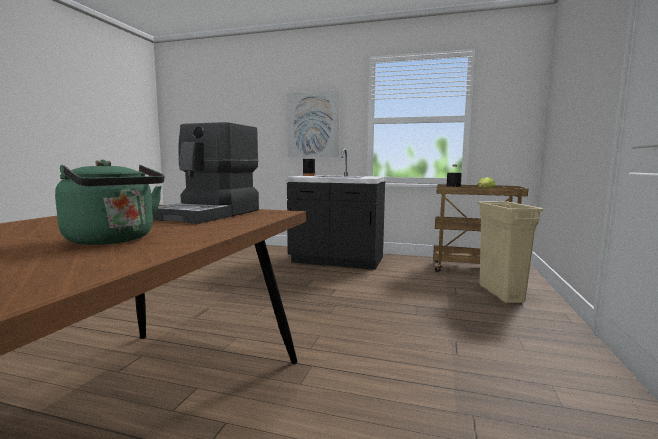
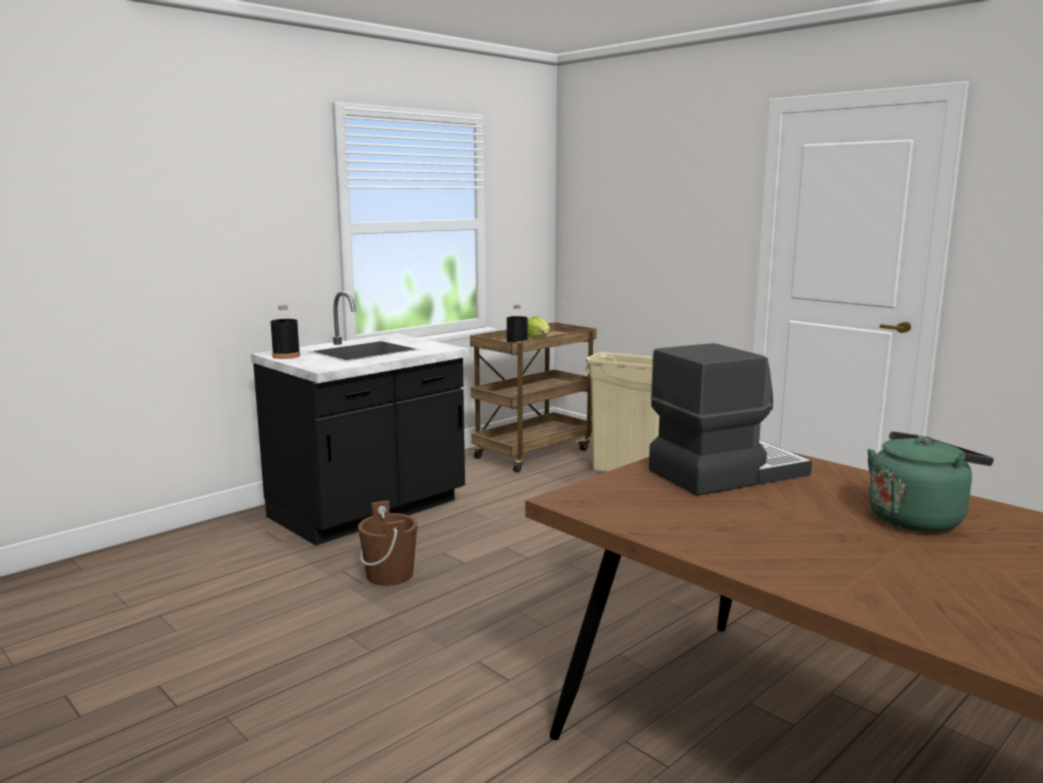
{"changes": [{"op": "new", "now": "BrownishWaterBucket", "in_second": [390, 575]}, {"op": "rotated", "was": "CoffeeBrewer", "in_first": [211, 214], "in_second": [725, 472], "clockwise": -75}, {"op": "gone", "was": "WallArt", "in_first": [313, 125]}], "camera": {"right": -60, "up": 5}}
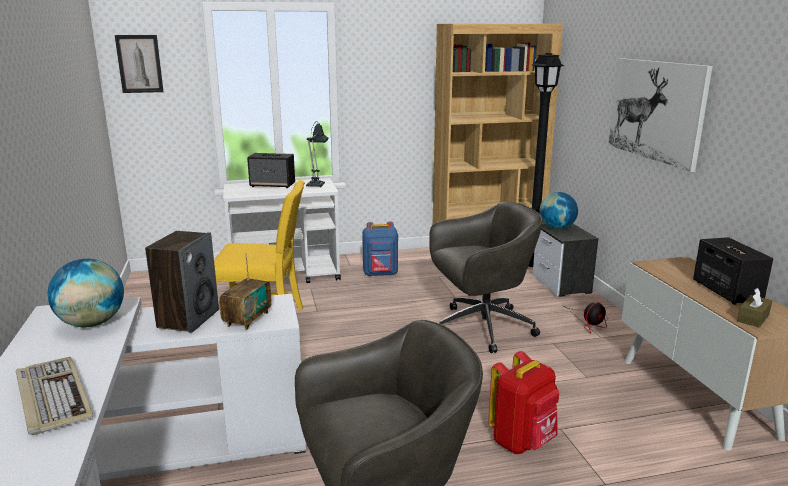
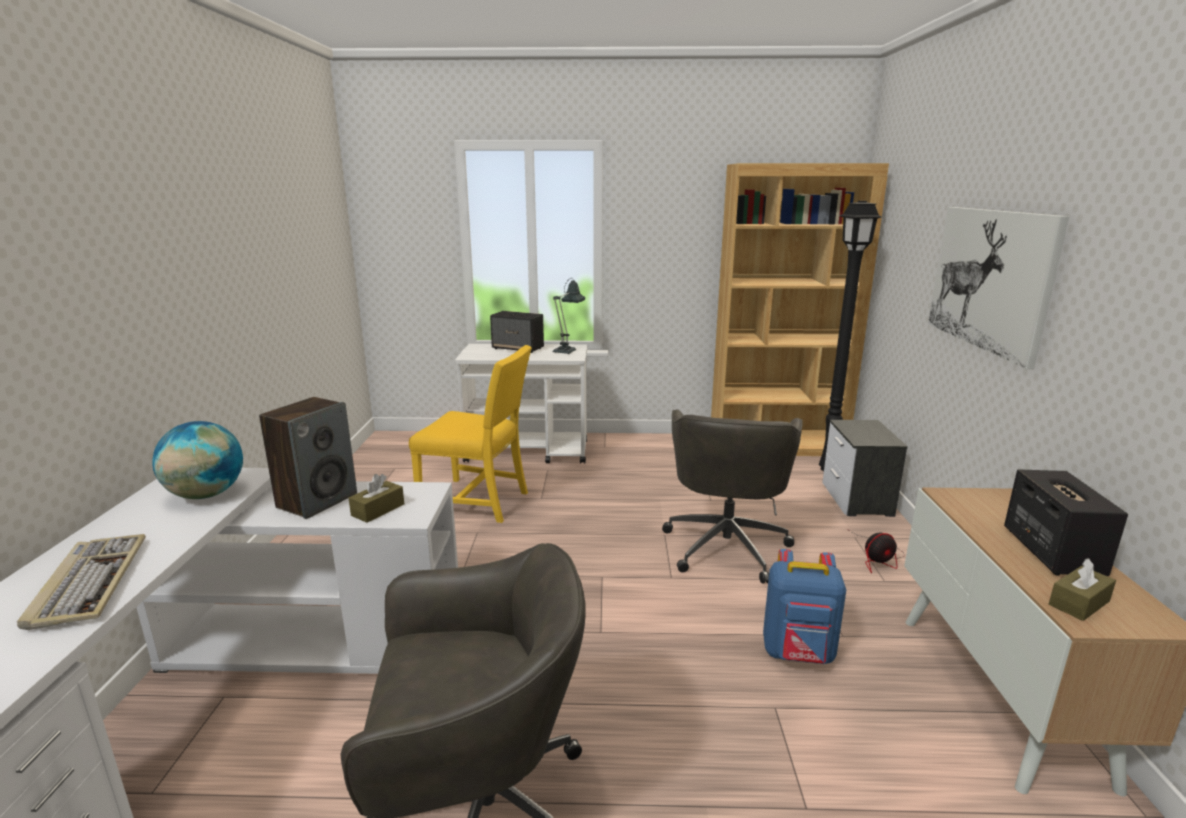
{"changes": [{"op": "swapped", "was": "Radio", "now": "BrownishTissueBox", "in_first": [247, 319], "in_second": [378, 510]}, {"op": "rotated", "was": "GreyishDeskChair", "in_first": [481, 328], "in_second": [726, 545], "clockwise": 105}, {"op": "shifted", "was": "BlueRucksack", "in_first": [380, 274], "in_second": [798, 654]}, {"op": "gone", "was": "WallArt", "in_first": [139, 64]}, {"op": "gone", "was": "RedRucksack", "in_first": [522, 442]}, {"op": "gone", "was": "WorldGlobe", "in_first": [557, 228]}], "camera": {"right": 15, "up": 0}}
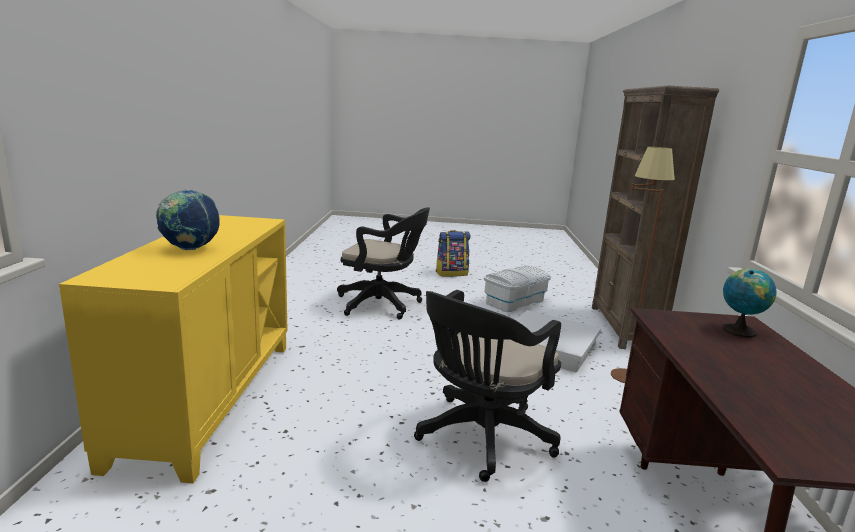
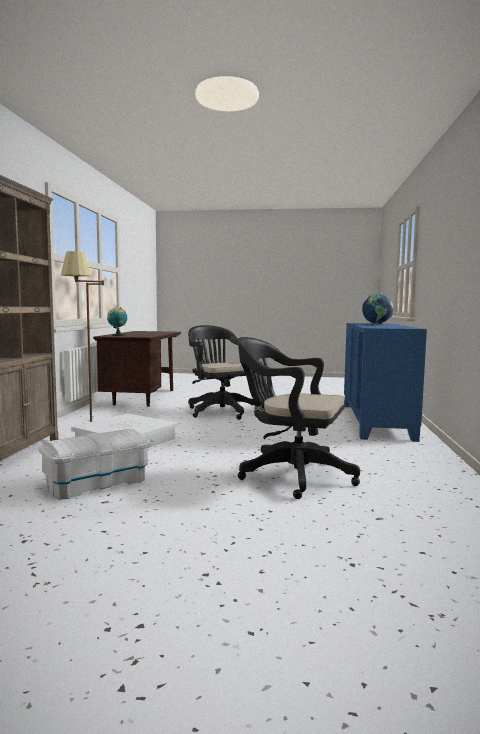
{"changes": [{"op": "rotated", "was": "BlackColouredDeskChair", "in_first": [480, 439], "in_second": [220, 411], "clockwise": -75}, {"op": "repainted", "was": "YellowColouredCabinet", "now": "BlueCabinet", "in_first": [208, 398], "in_second": [376, 421]}, {"op": "gone", "was": "Rucksack", "in_first": [451, 273]}], "camera": {"right": -175, "up": -10}}
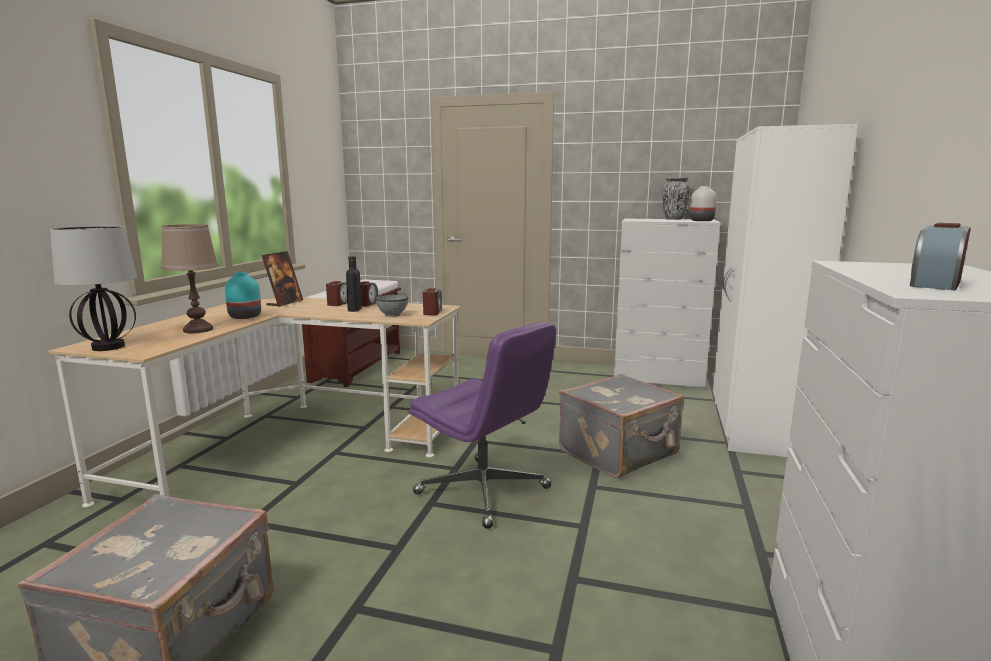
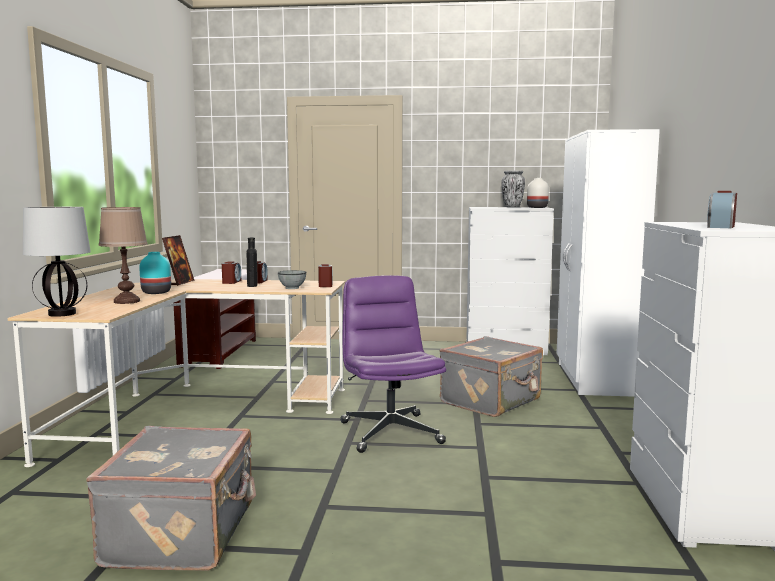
{"changes": [{"op": "rotated", "was": "PurpleDeskChair", "in_first": [484, 491], "in_second": [390, 432], "clockwise": -135}], "camera": {"right": -10, "up": -5}}
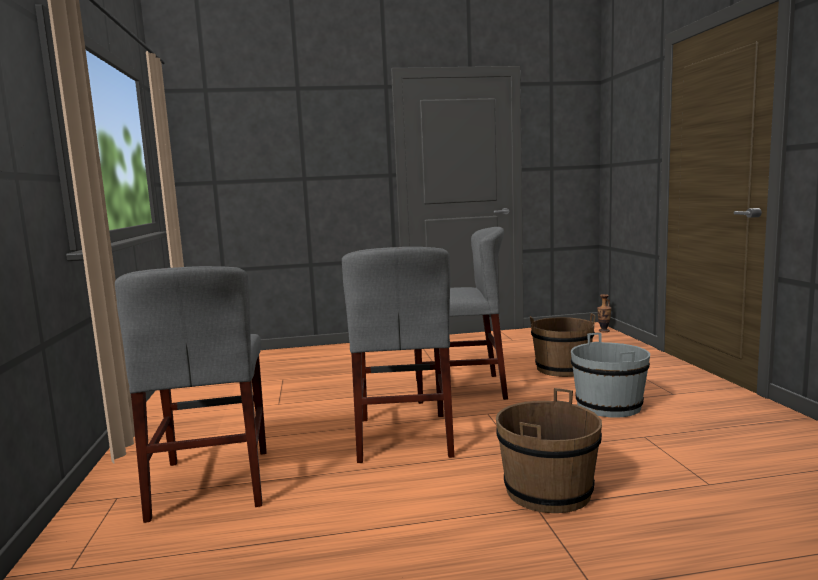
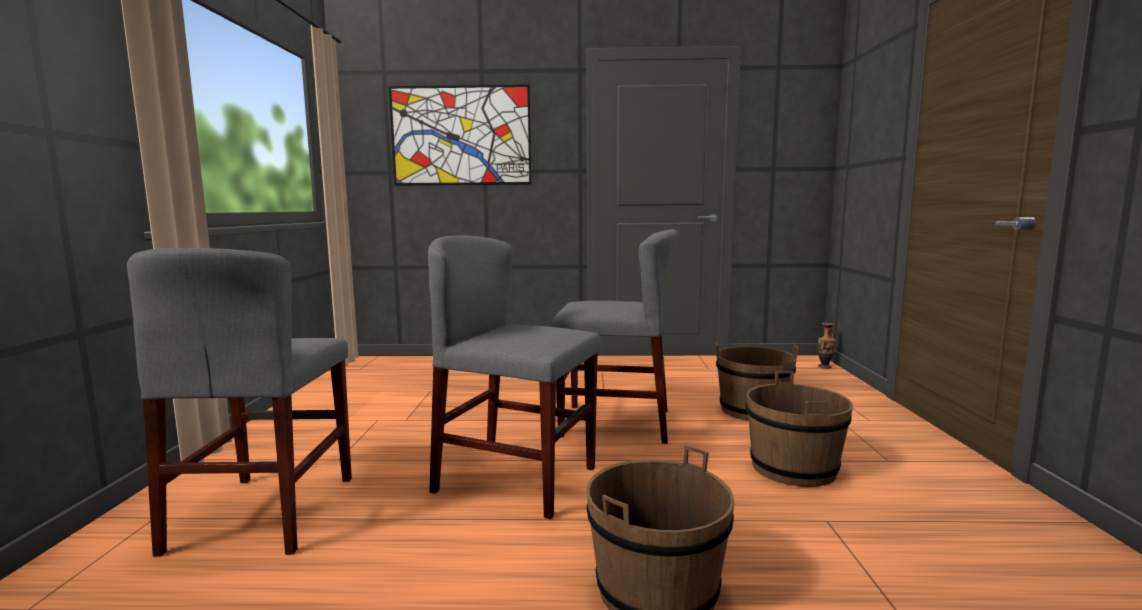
{"changes": [{"op": "new", "now": "WallArt", "in_second": [461, 136]}, {"op": "rotated", "was": "GreyishUprightChair", "in_first": [404, 436], "in_second": [516, 479], "clockwise": 105}, {"op": "repainted", "was": "GreyishWaterBucket", "now": "BrownishWaterBucket", "in_first": [609, 406], "in_second": [793, 468]}], "camera": {"right": 10, "up": 0}}
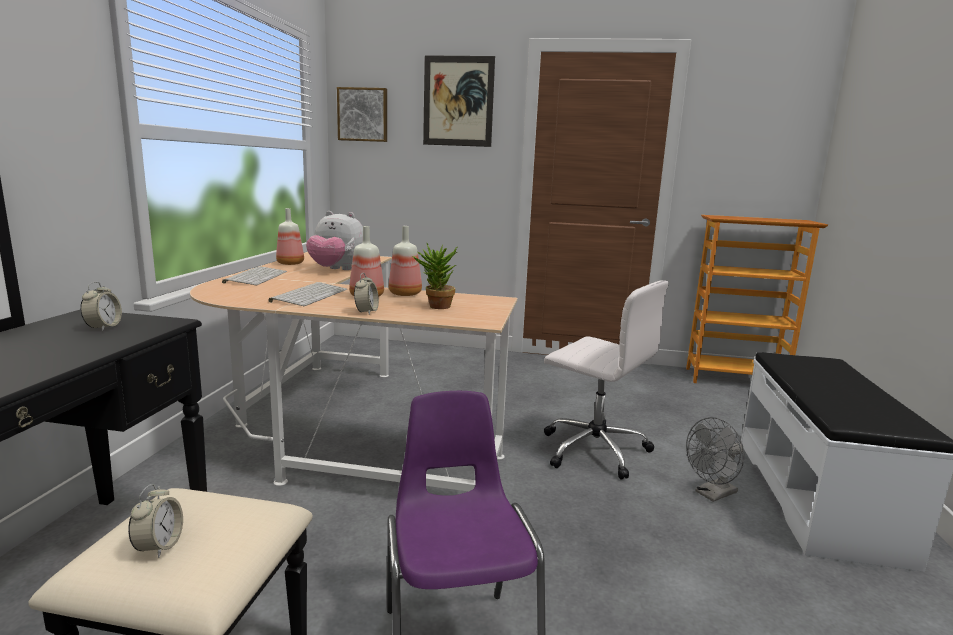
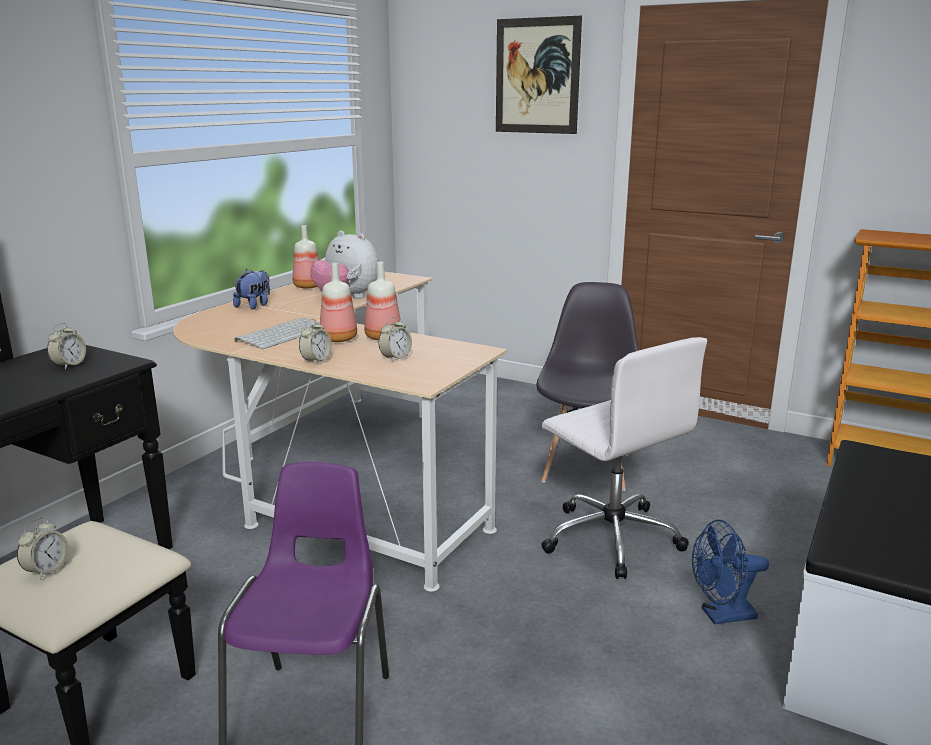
{"changes": [{"op": "swapped", "was": "Keyboard", "now": "CuddlyToy", "in_first": [255, 277], "in_second": [254, 305]}, {"op": "swapped", "was": "PottedPlant", "now": "BedsideClock", "in_first": [435, 307], "in_second": [395, 358]}, {"op": "new", "now": "GreyishUprightChair", "in_second": [586, 467]}, {"op": "repainted", "was": "GreyishFan", "now": "BlueFan", "in_first": [712, 494], "in_second": [721, 615]}, {"op": "gone", "was": "WallArt", "in_first": [363, 115]}], "camera": {"right": 20, "up": 5}}
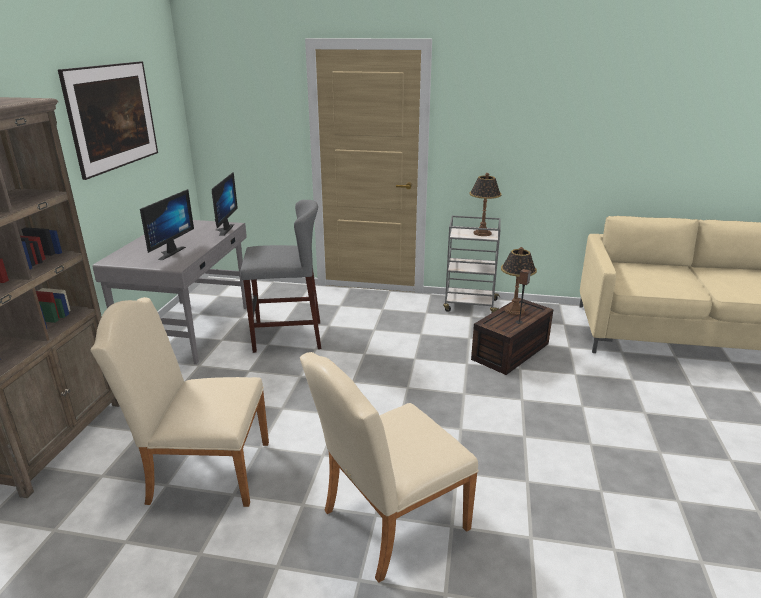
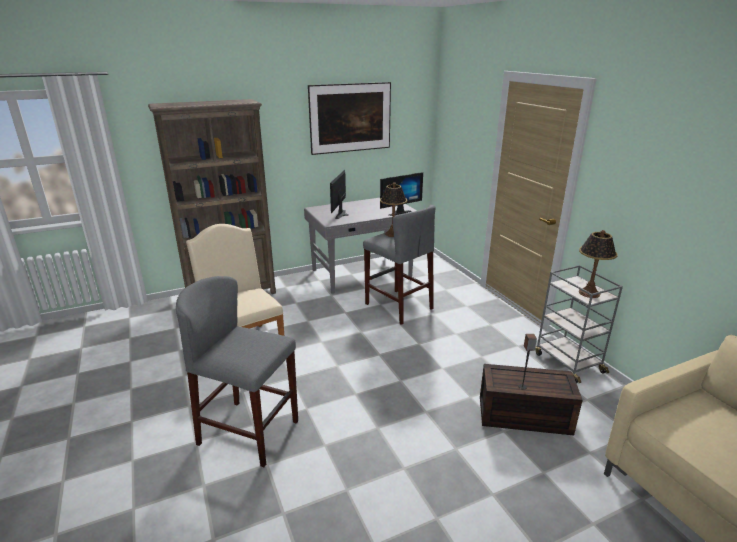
{"changes": [{"op": "swapped", "was": "SandColouredUprightChair", "now": "GreyishSittingStool", "in_first": [387, 523], "in_second": [249, 433]}, {"op": "rotated", "was": "ComputerDisplay", "in_first": [168, 252], "in_second": [343, 214], "clockwise": 120}, {"op": "shifted", "was": "TableLamp", "in_first": [514, 310], "in_second": [392, 234]}], "camera": {"right": 55, "up": 0}}
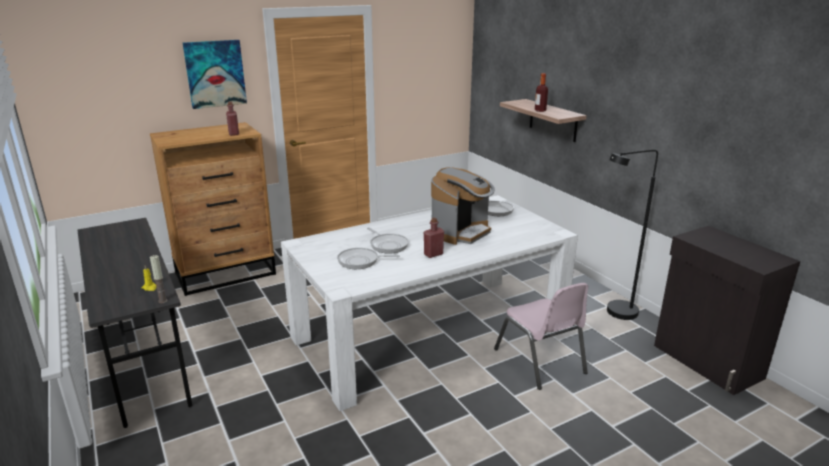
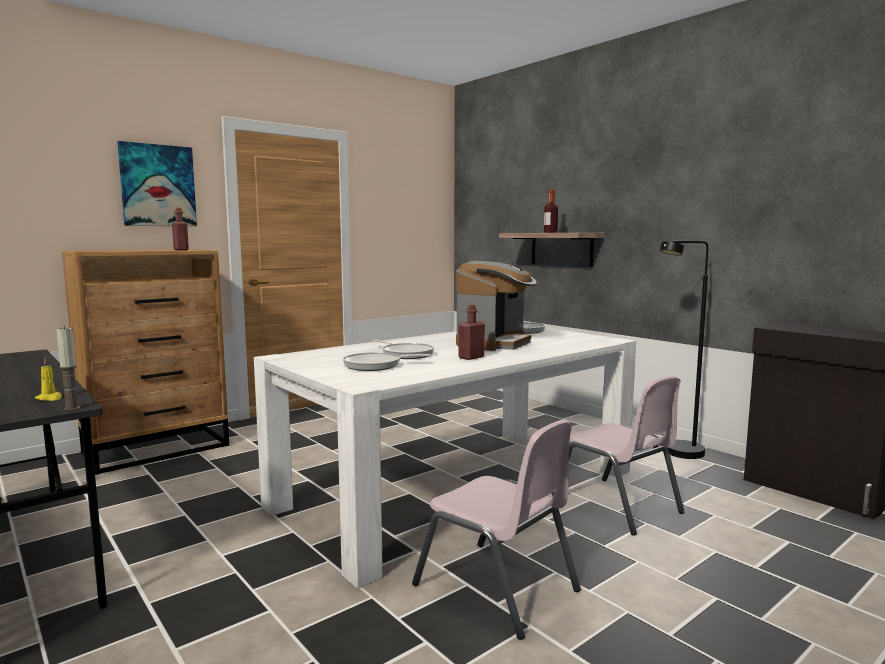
{"changes": [{"op": "new", "now": "PinkishUprightChair", "in_second": [497, 588]}], "camera": {"right": -10, "up": -15}}
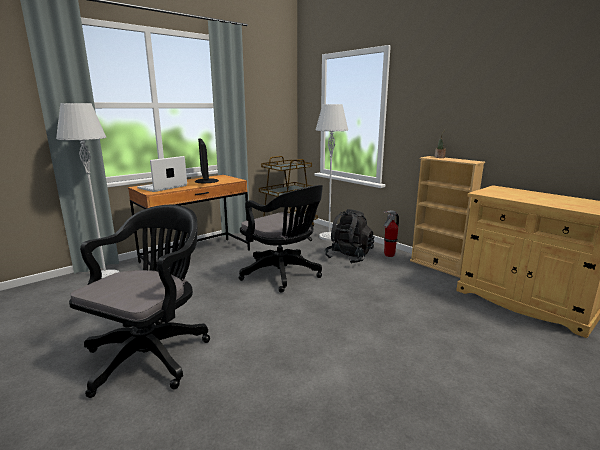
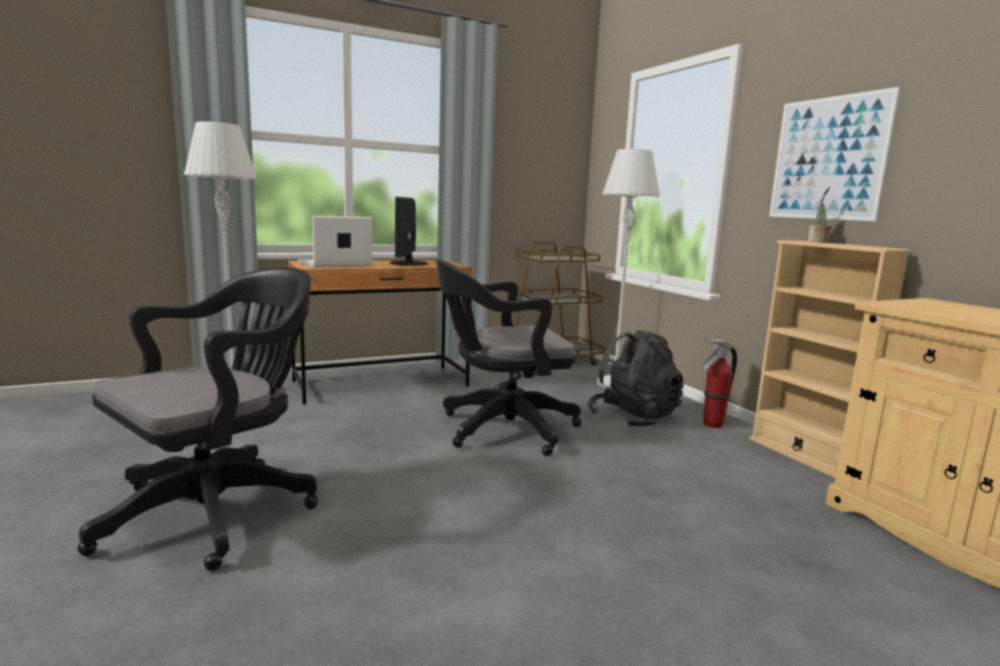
{"changes": [{"op": "rotated", "was": "BlackColouredDeskChair", "in_first": [283, 275], "in_second": [501, 429], "clockwise": 105}, {"op": "new", "now": "WallArt", "in_second": [828, 158]}], "camera": {"right": 15, "up": -5}}
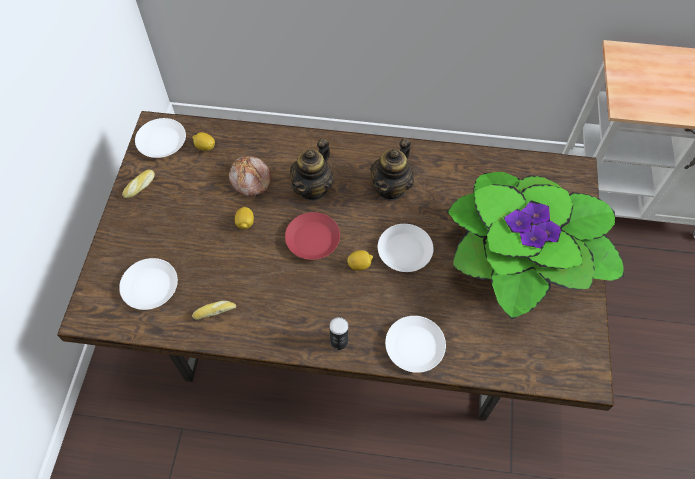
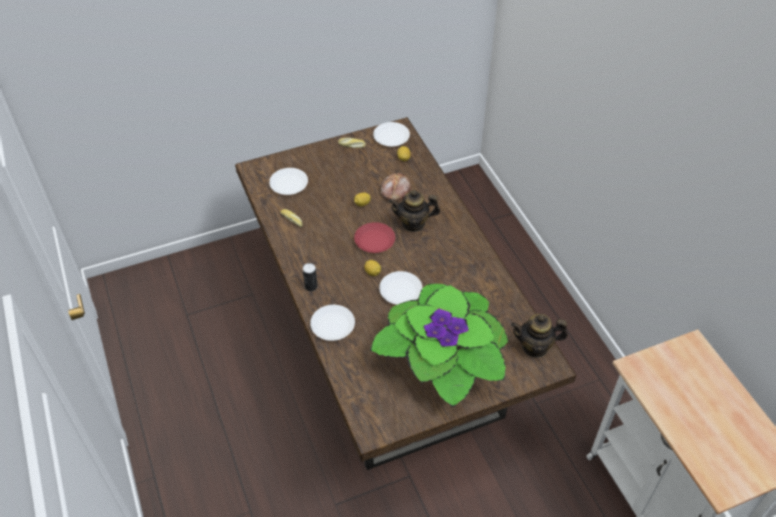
{"changes": [{"op": "shifted", "was": "Teapot", "in_first": [391, 188], "in_second": [535, 347]}], "camera": {"right": 60, "up": -10}}
